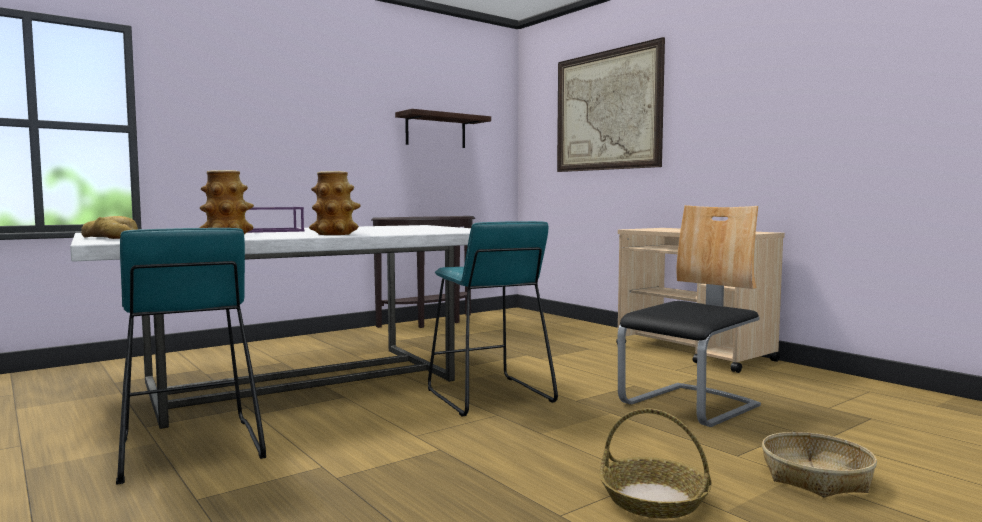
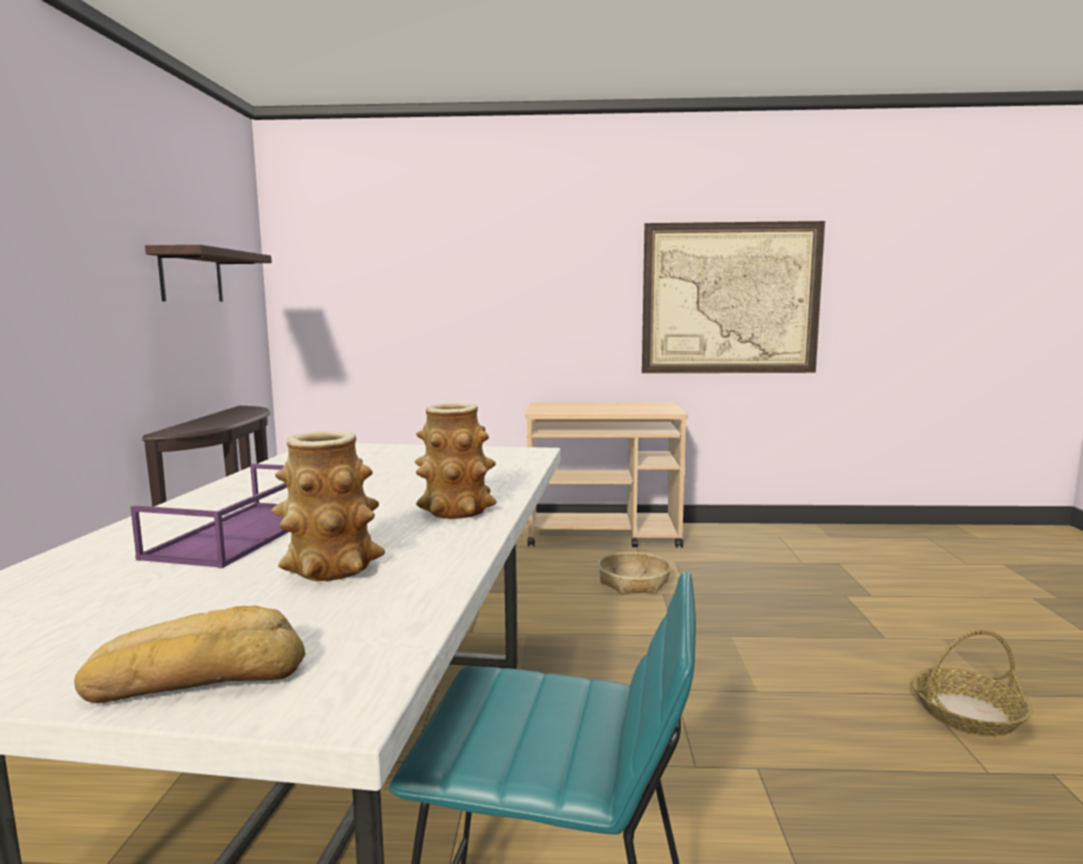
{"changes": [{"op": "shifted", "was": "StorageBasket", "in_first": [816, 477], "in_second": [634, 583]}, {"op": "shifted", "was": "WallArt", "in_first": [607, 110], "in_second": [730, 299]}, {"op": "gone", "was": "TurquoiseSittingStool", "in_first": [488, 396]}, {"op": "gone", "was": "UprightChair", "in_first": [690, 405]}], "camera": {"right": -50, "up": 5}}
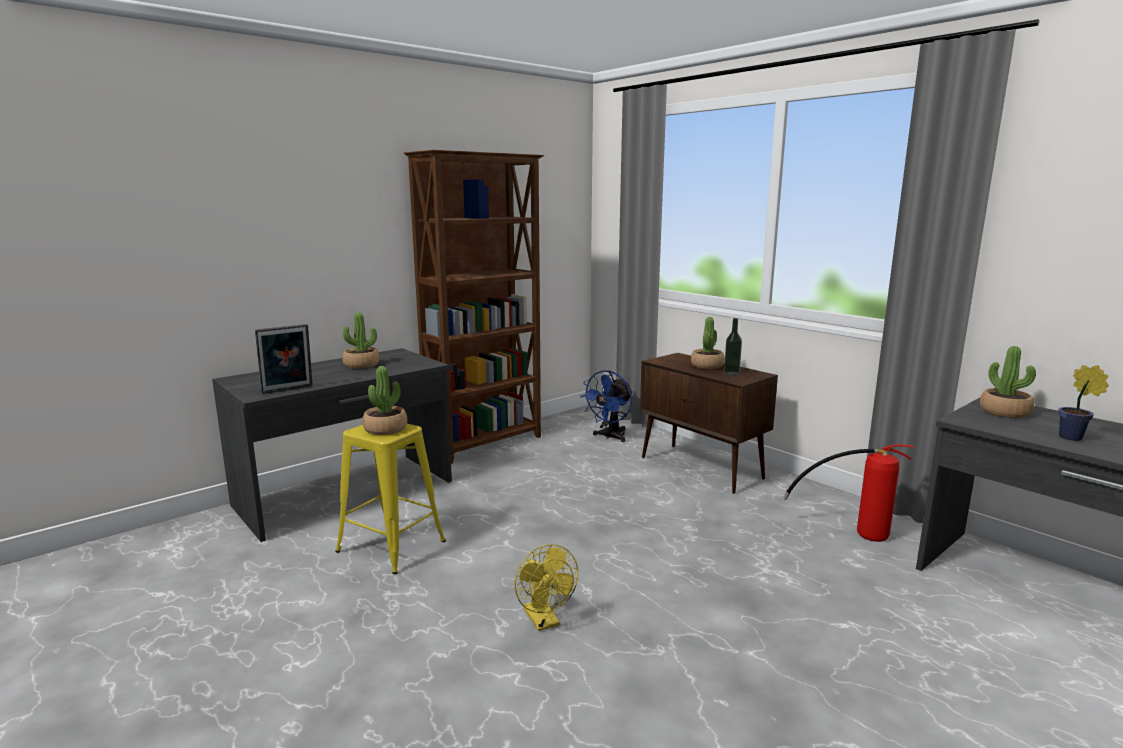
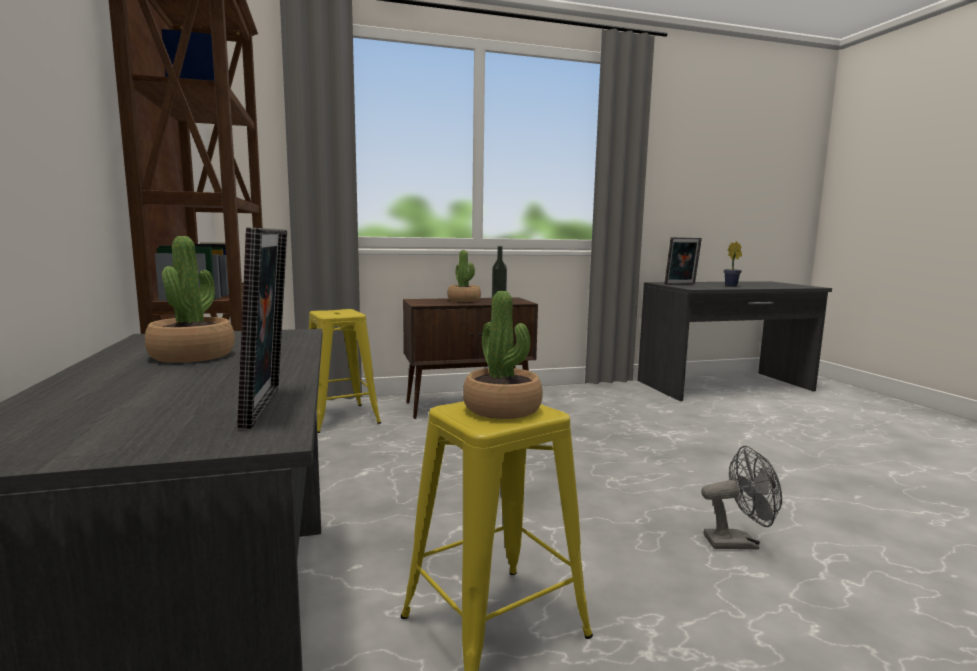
{"changes": [{"op": "swapped", "was": "BlueFan", "now": "YellowColouredSittingStool", "in_first": [610, 437], "in_second": [340, 418]}, {"op": "swapped", "was": "PottedPlant", "now": "PictureFrame", "in_first": [1004, 412], "in_second": [681, 284]}, {"op": "repainted", "was": "YellowColouredFan", "now": "GreyishFan", "in_first": [544, 621], "in_second": [738, 542]}, {"op": "gone", "was": "Extinguisher", "in_first": [853, 532]}], "camera": {"right": -65, "up": -5}}
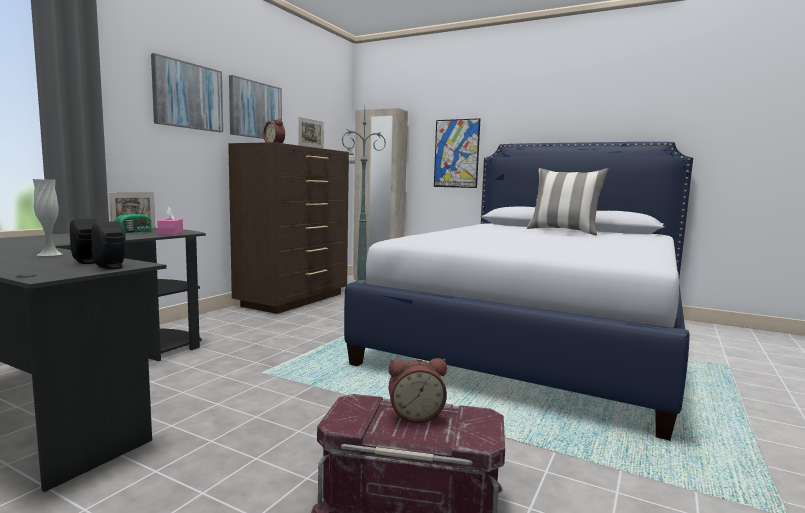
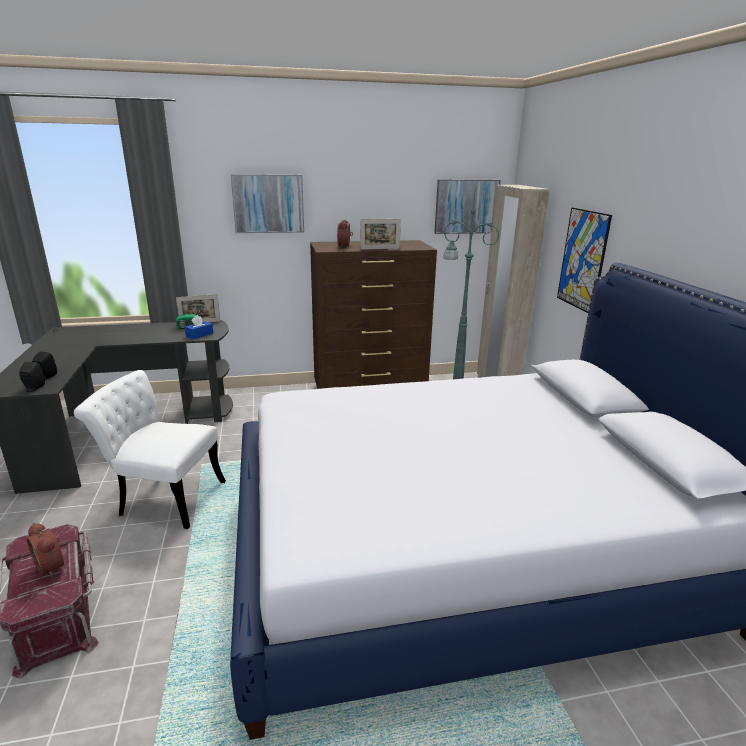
{"changes": [{"op": "new", "now": "WhiteUprightChair", "in_second": [163, 497]}, {"op": "repainted", "was": "PinkishTissueBox", "now": "BlueTissueBox", "in_first": [170, 233], "in_second": [199, 335]}, {"op": "shifted", "was": "WallArt", "in_first": [255, 110], "in_second": [466, 206]}, {"op": "gone", "was": "WhiteDecorativeVase", "in_first": [49, 254]}, {"op": "gone", "was": "Cushion", "in_first": [563, 231]}], "camera": {"right": 50, "up": 15}}
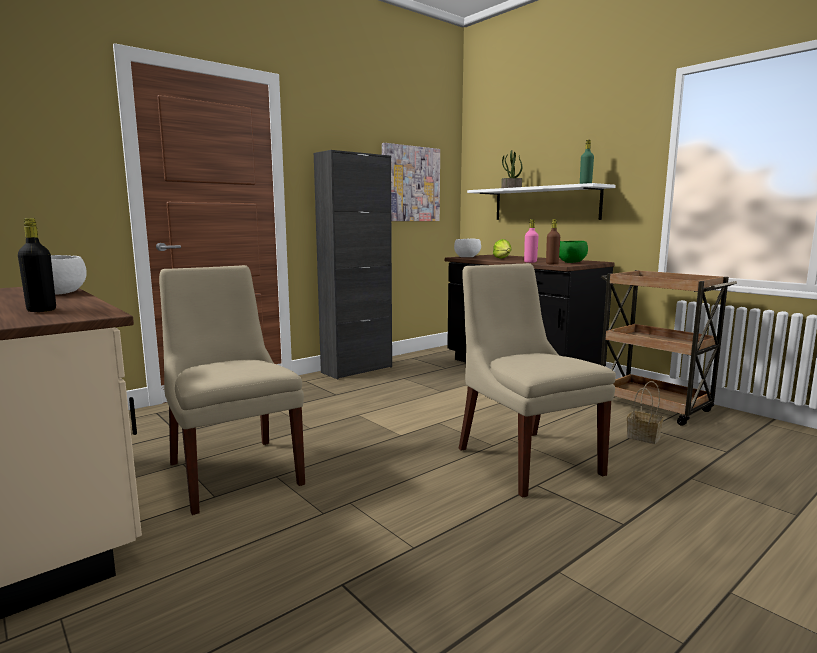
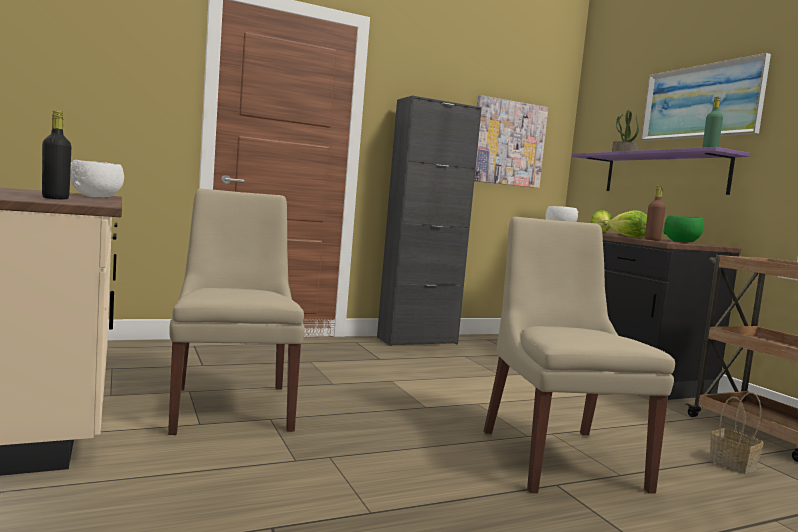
{"changes": [{"op": "repainted", "was": "WhiteWallShelf", "now": "PurpleWallShelf", "in_first": [545, 204], "in_second": [664, 174]}, {"op": "swapped", "was": "PinkishBottle", "now": "LettuceHead", "in_first": [530, 262], "in_second": [628, 237]}, {"op": "new", "now": "WallArt", "in_second": [701, 102]}], "camera": {"right": 15, "up": -5}}
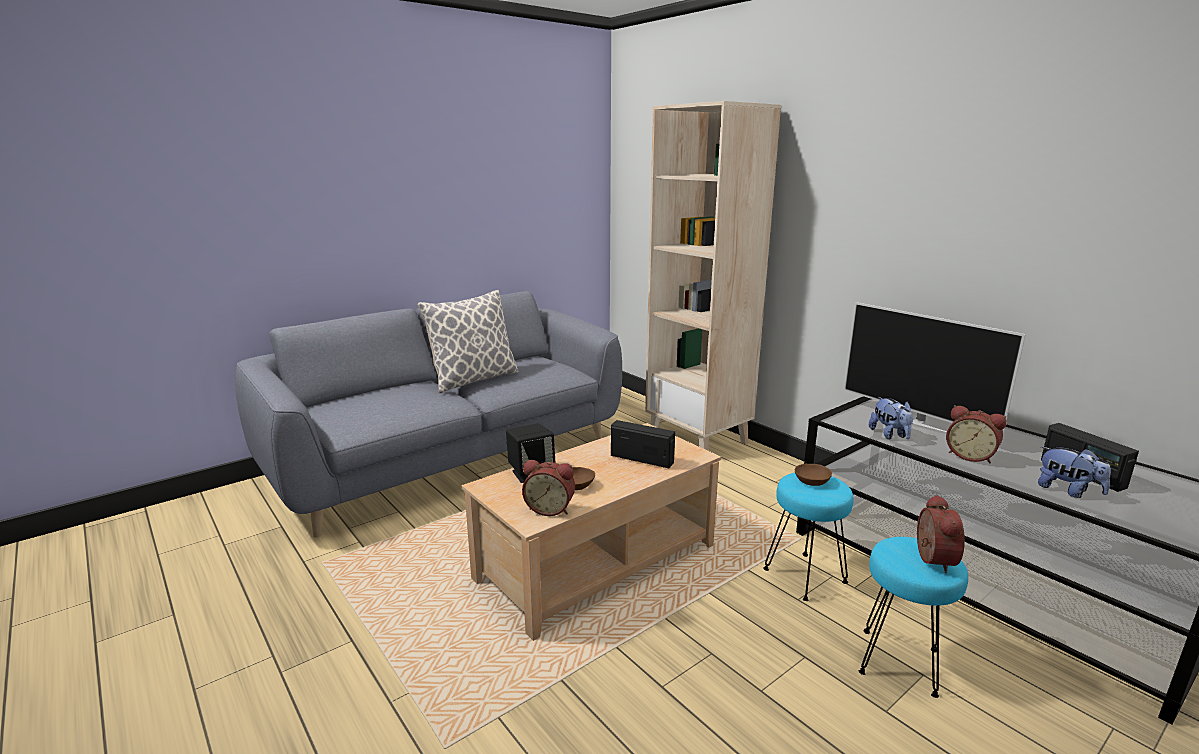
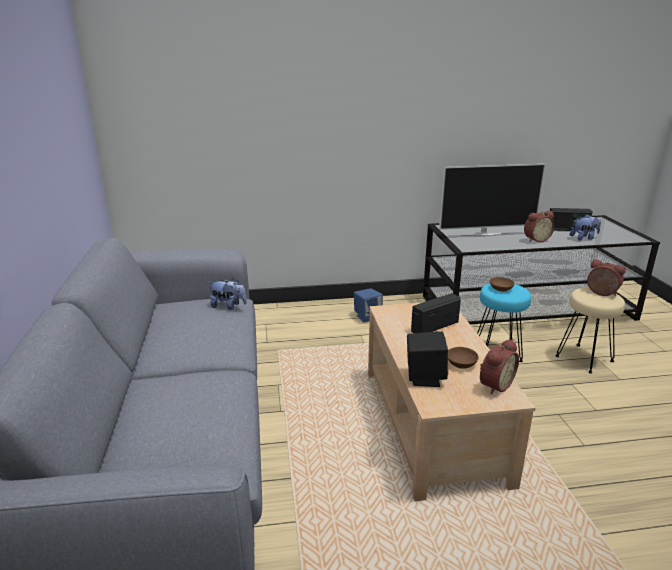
{"changes": [{"op": "shifted", "was": "CuddlyToy", "in_first": [890, 435], "in_second": [228, 306]}, {"op": "new", "now": "BlueAudioSpeaker", "in_second": [367, 317]}, {"op": "repainted", "was": "TurquoiseSittingStool", "now": "SandColouredSittingStool", "in_first": [900, 662], "in_second": [584, 358]}, {"op": "gone", "was": "Cushion", "in_first": [473, 380]}, {"op": "gone", "was": "SandColouredBookshelf", "in_first": [698, 438]}], "camera": {"right": -60, "up": 5}}
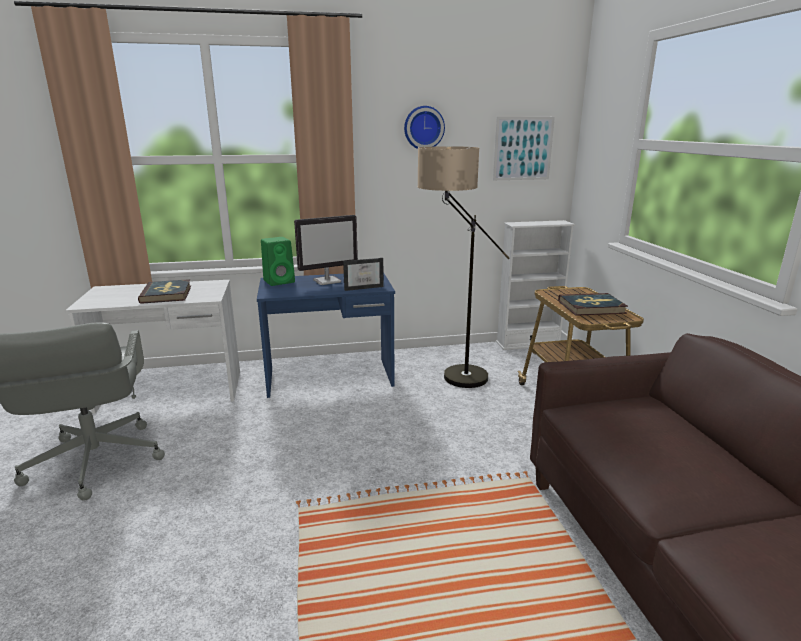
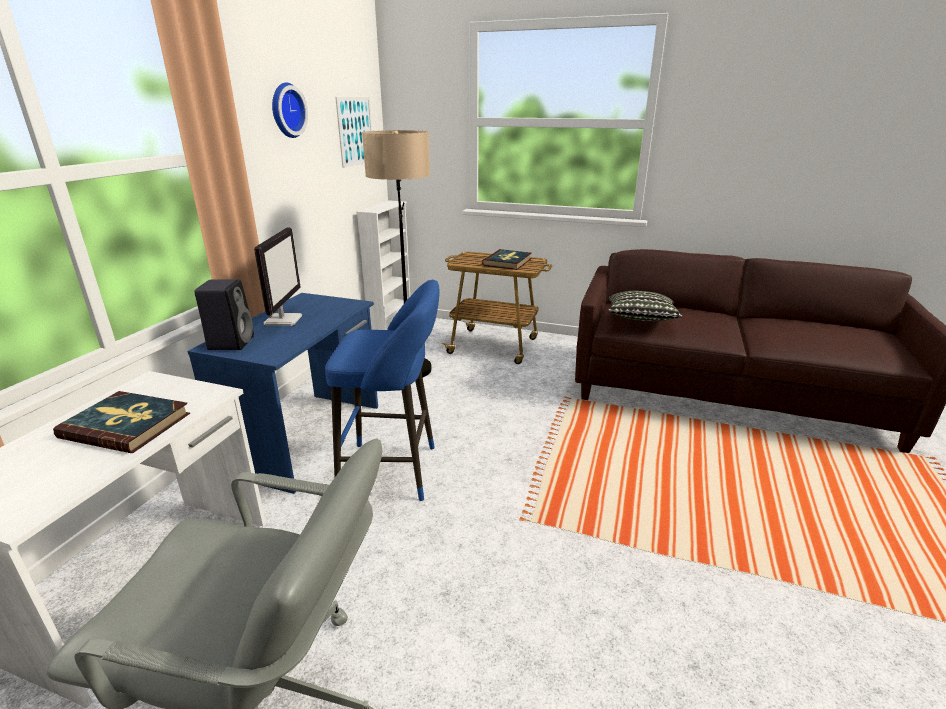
{"changes": [{"op": "repainted", "was": "GreenishAudioSpeaker", "now": "BlackColouredAudioSpeaker", "in_first": [280, 281], "in_second": [231, 342]}, {"op": "new", "now": "BlueSittingStool", "in_second": [395, 471]}, {"op": "new", "now": "Cushion", "in_second": [640, 320]}, {"op": "gone", "was": "PictureFrame", "in_first": [363, 287]}], "camera": {"right": -60, "up": 5}}
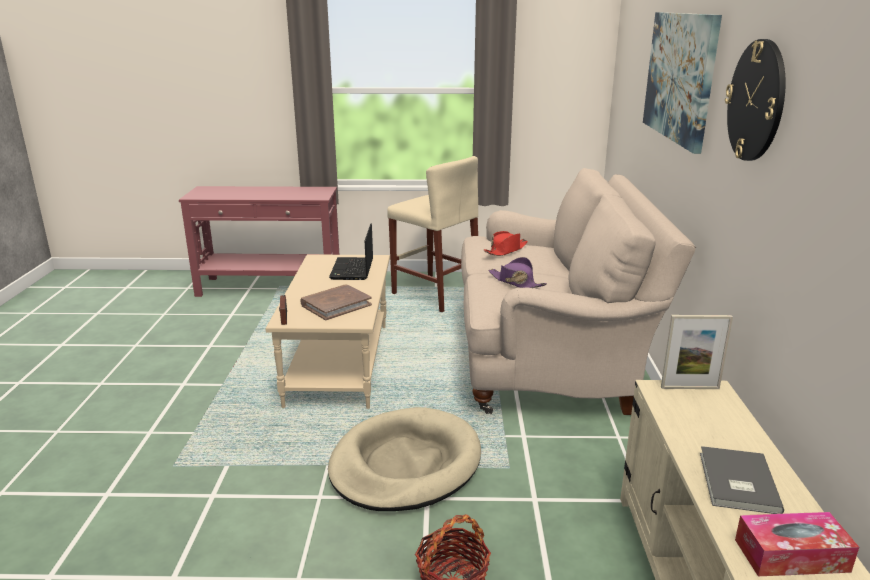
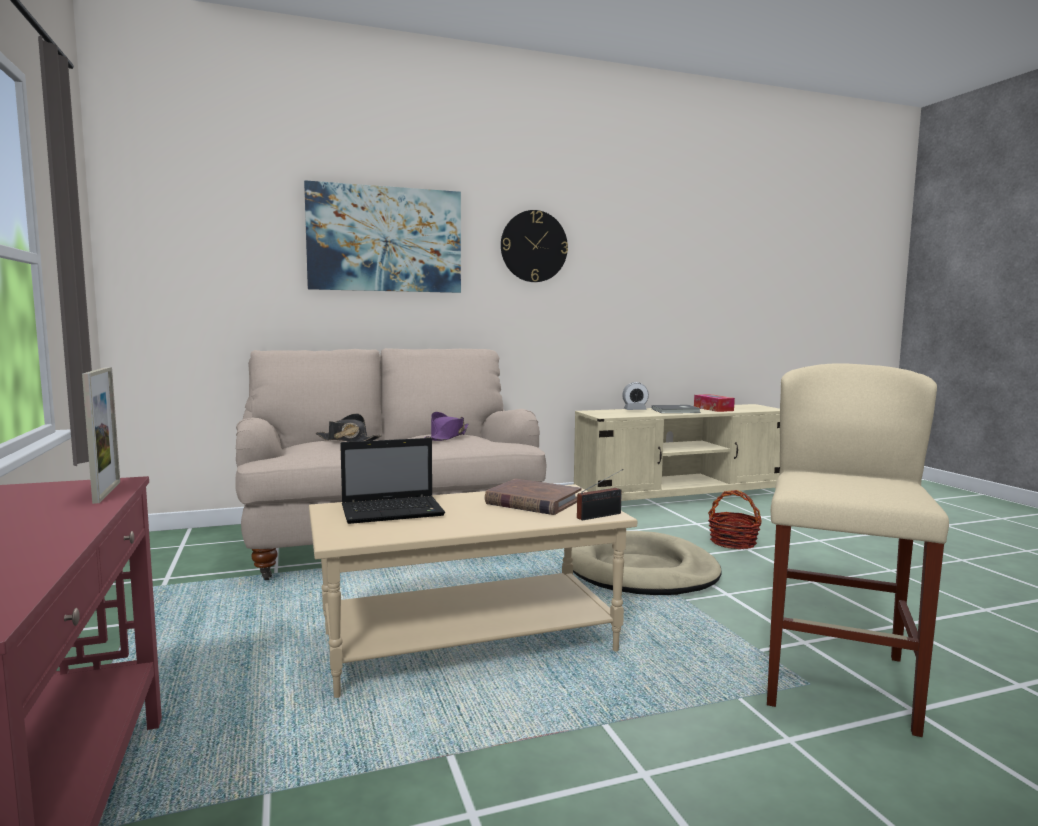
{"changes": [{"op": "shifted", "was": "PictureFrame", "in_first": [690, 388], "in_second": [107, 492]}, {"op": "repainted", "was": "RedWearableHat", "now": "BlackColouredWearableHat", "in_first": [506, 250], "in_second": [347, 440]}, {"op": "new", "now": "BedsideClock", "in_second": [635, 410]}, {"op": "shifted", "was": "SandColouredSittingStool", "in_first": [435, 294], "in_second": [836, 680]}], "camera": {"right": -110, "up": -15}}
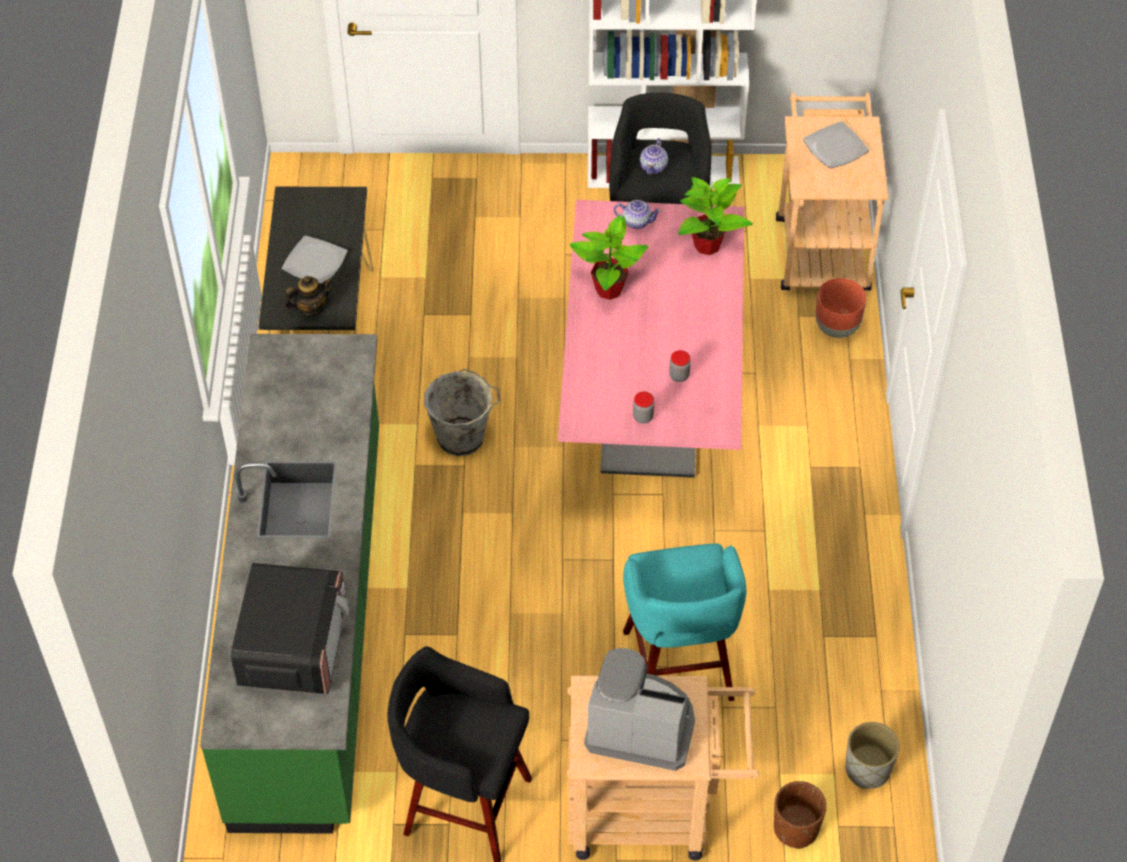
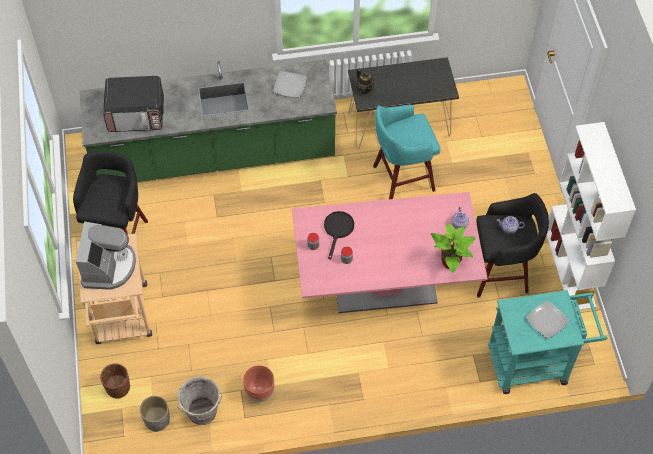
{"changes": [{"op": "shifted", "was": "GreyishWaterBucket", "in_first": [463, 437], "in_second": [202, 413]}, {"op": "shifted", "was": "BrownishFlowerPot", "in_first": [837, 328], "in_second": [259, 392]}, {"op": "shifted", "was": "FlatDish", "in_first": [315, 262], "in_second": [290, 86]}, {"op": "new", "now": "BlackColouredFryingPan", "in_second": [338, 230]}, {"op": "shifted", "was": "TurquoiseSittingStool", "in_first": [678, 669], "in_second": [401, 179]}, {"op": "repainted", "was": "SandColouredTrolley", "now": "TurquoiseTrolley", "in_first": [821, 245], "in_second": [535, 362]}, {"op": "gone", "was": "PottedPlant", "in_first": [609, 288]}], "camera": {"right": 80, "up": 5}}
